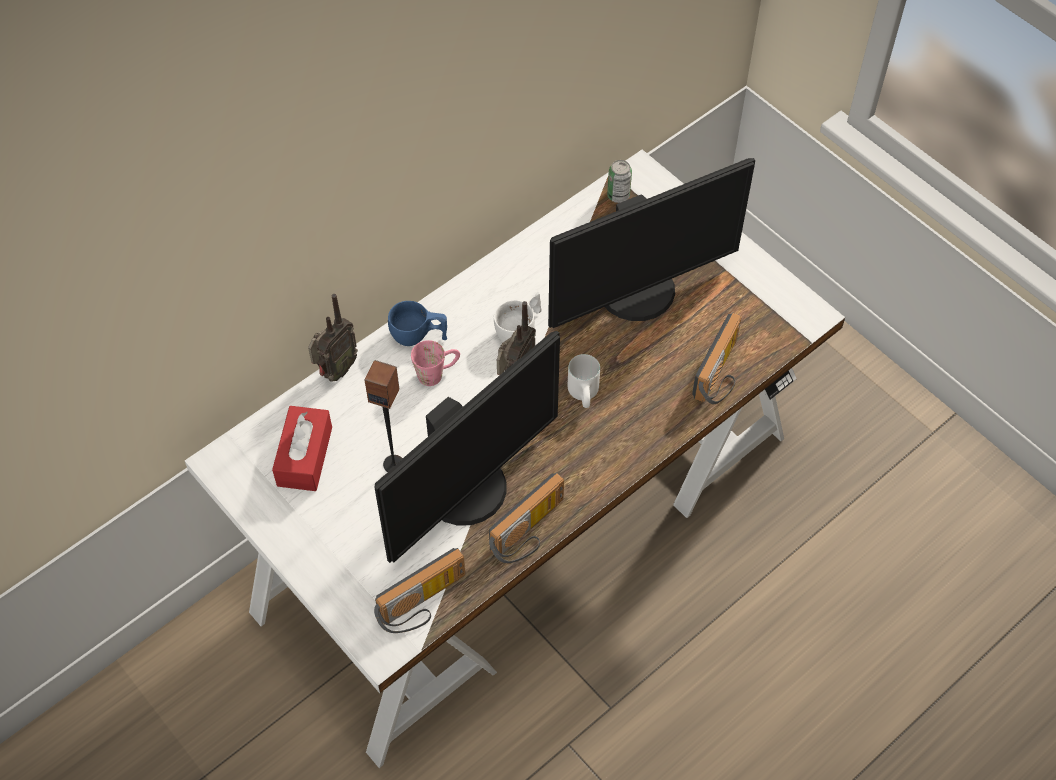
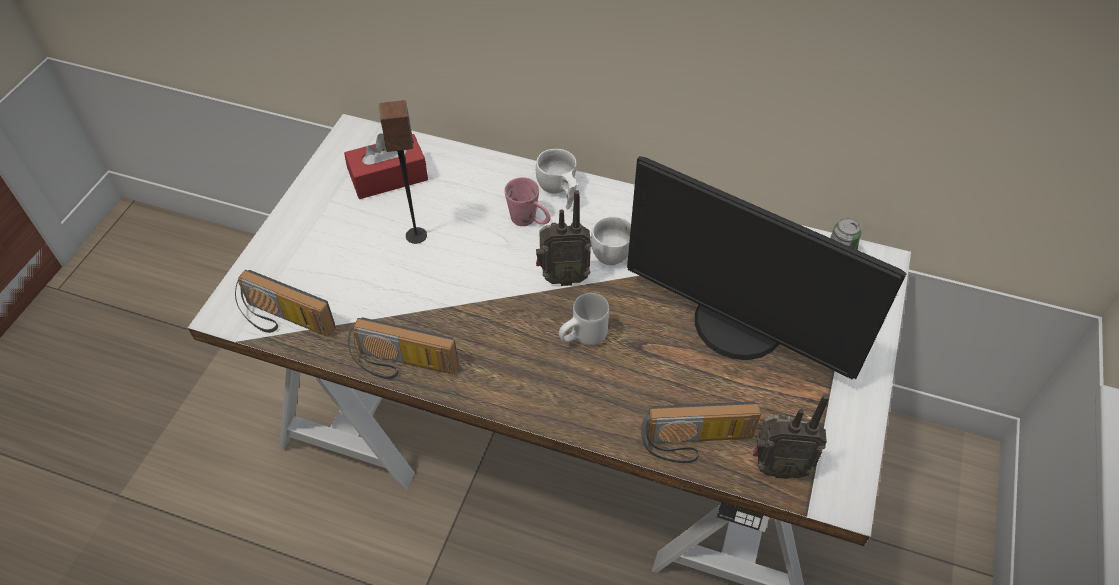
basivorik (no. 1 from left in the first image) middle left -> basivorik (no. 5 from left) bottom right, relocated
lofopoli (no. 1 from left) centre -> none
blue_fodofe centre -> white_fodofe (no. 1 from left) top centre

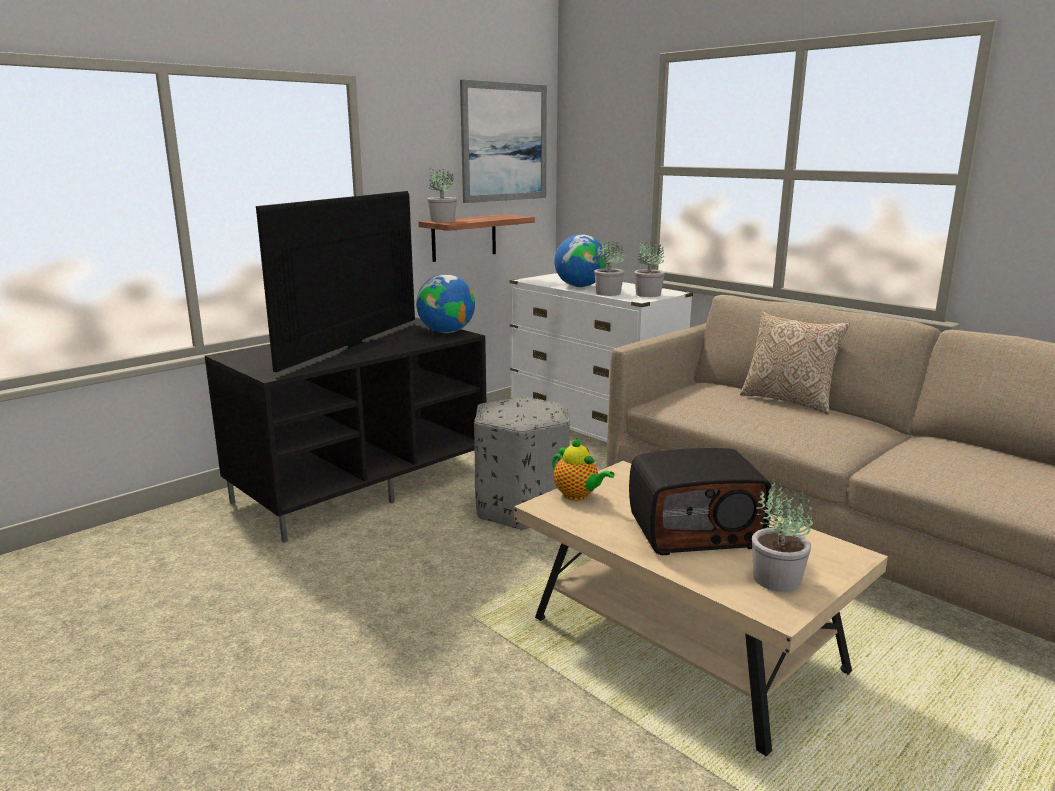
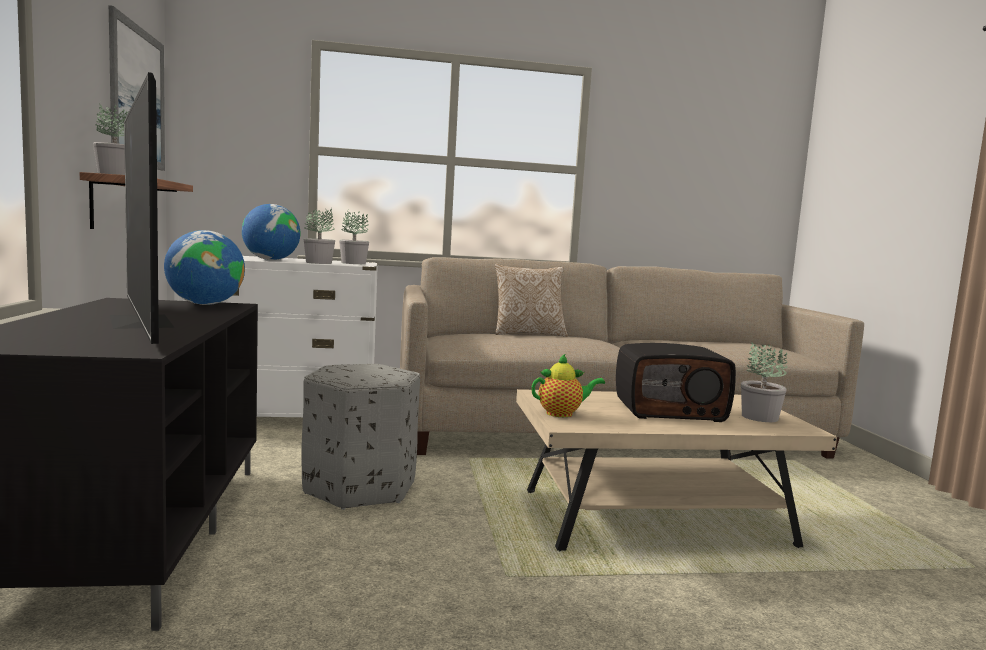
basivorik centre -> basivorik middle right, 60 degrees clockwise

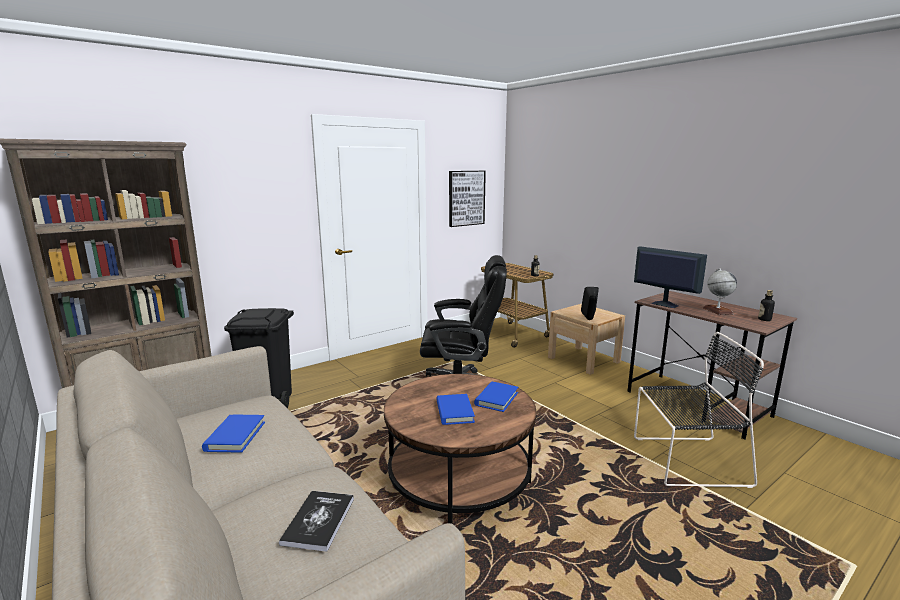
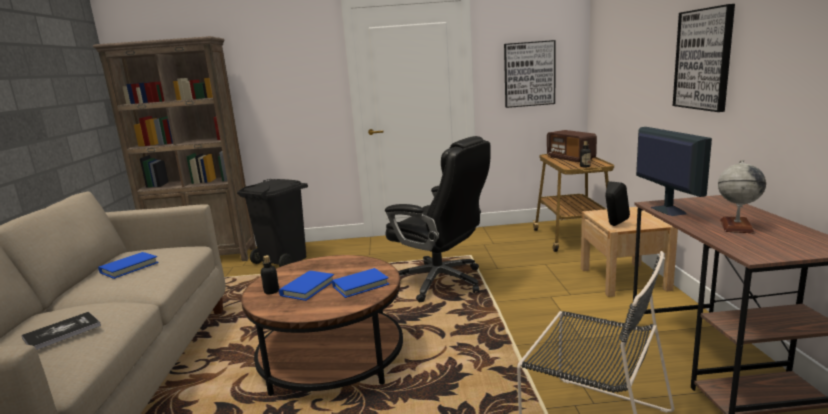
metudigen (no. 2 from left in the first image) middle right -> metudigen (no. 1 from left) middle left, relocated
none -> basivorik middle right
none -> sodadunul (no. 2 from left) top right

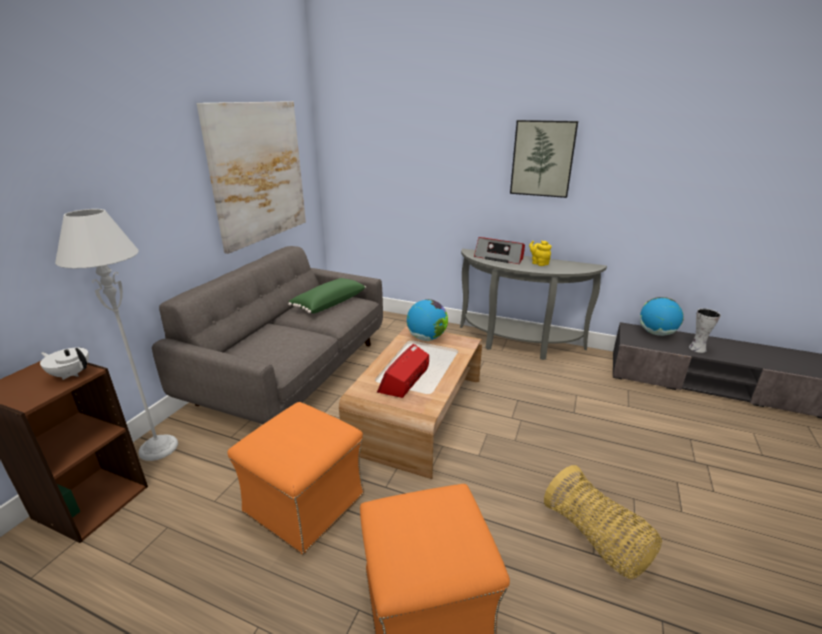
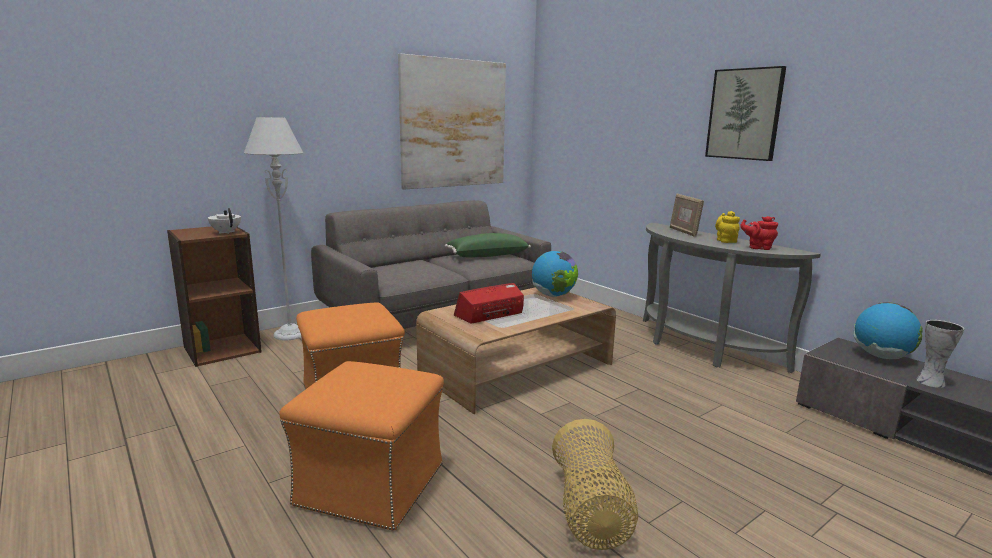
basivorik (no. 2 from left) centre -> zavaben middle right
none -> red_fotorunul middle right

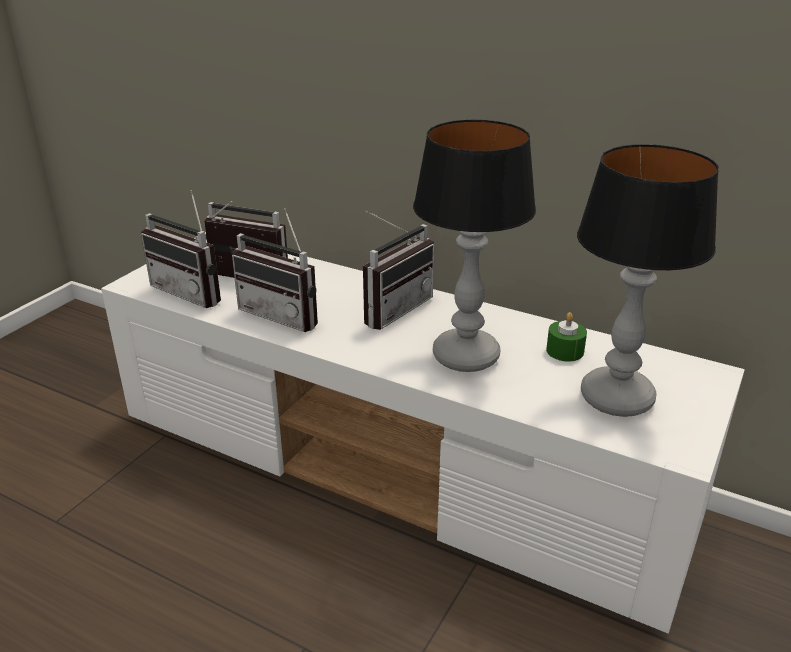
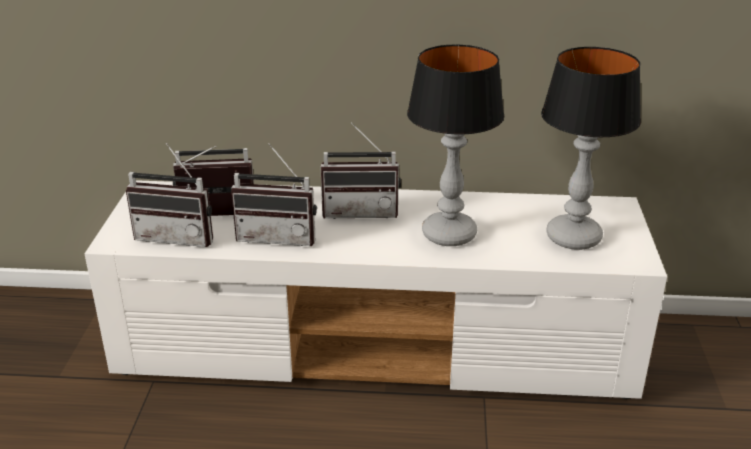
basivorik (no. 4 from left) centre, 75 degrees clockwise
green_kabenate middle right -> none

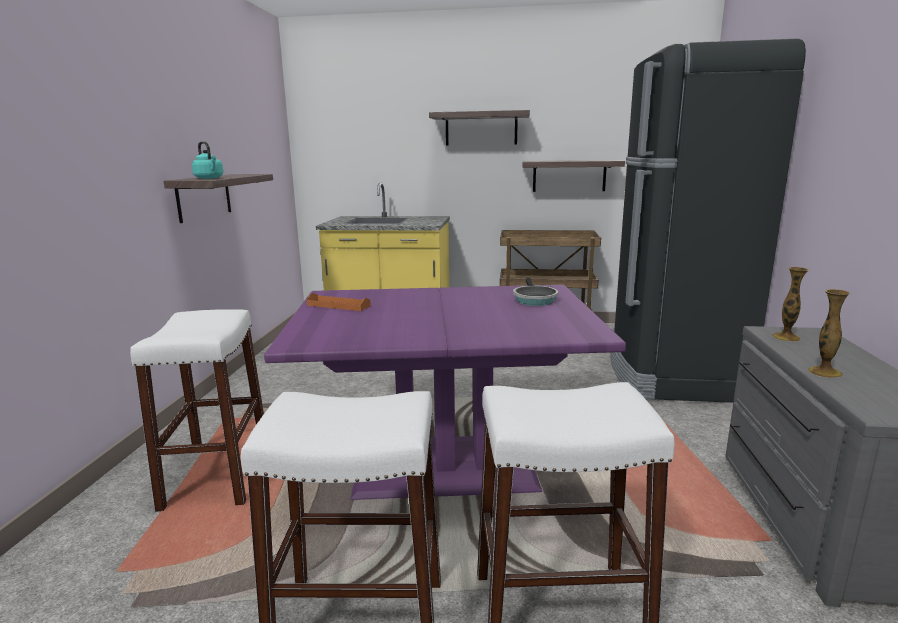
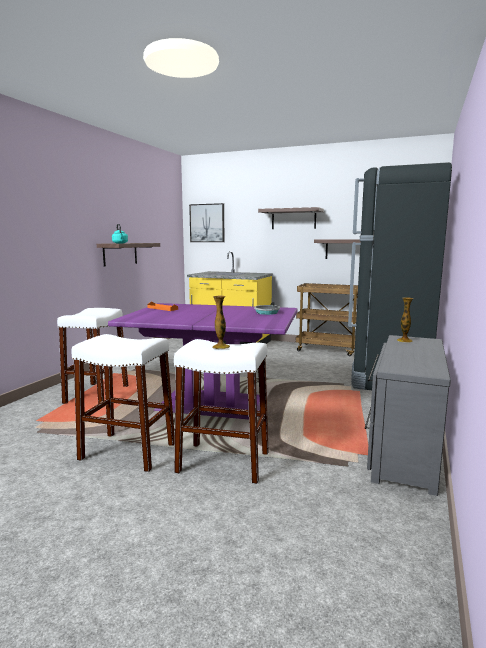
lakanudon (no. 2 from left in the first image) middle right -> lakanudon (no. 1 from left) centre, relocated
none -> sodadunul centre

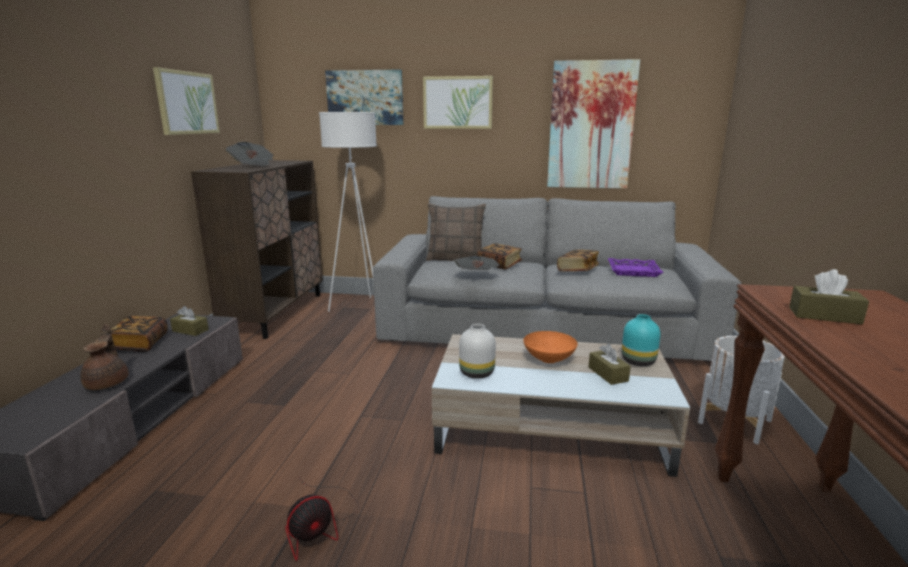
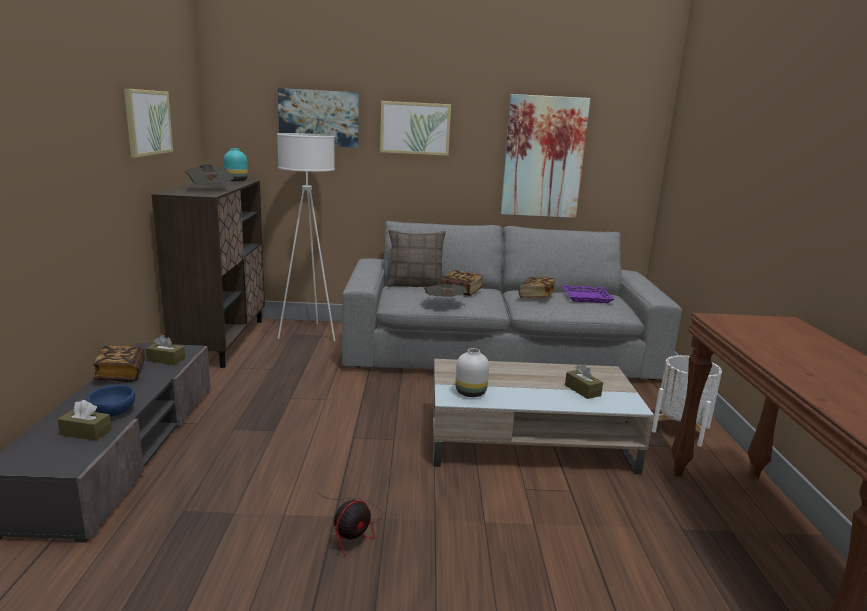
brown_fotorunul middle left -> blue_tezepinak middle left
orange_tezepinak centre -> none
turquoise_lakanudon middle right -> turquoise_lakanudon top left, relocated
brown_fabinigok (no. 3 from left in the first image) middle right -> brown_fabinigok (no. 1 from left) bottom left, relocated

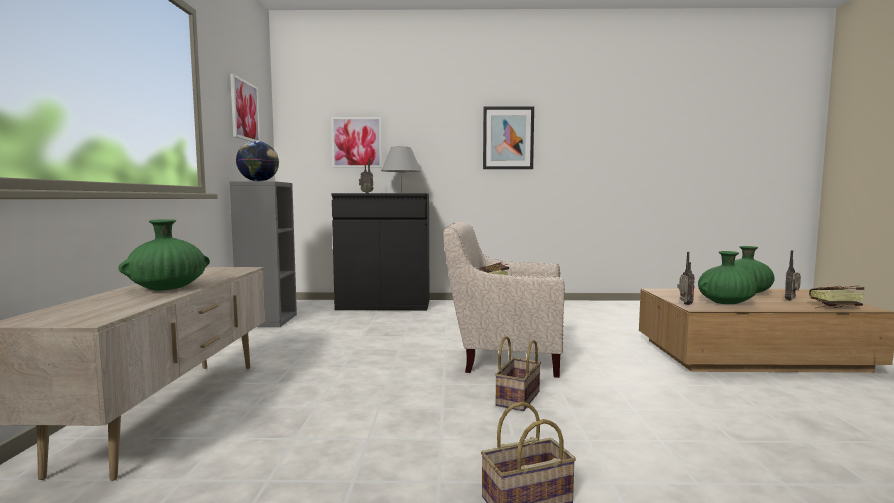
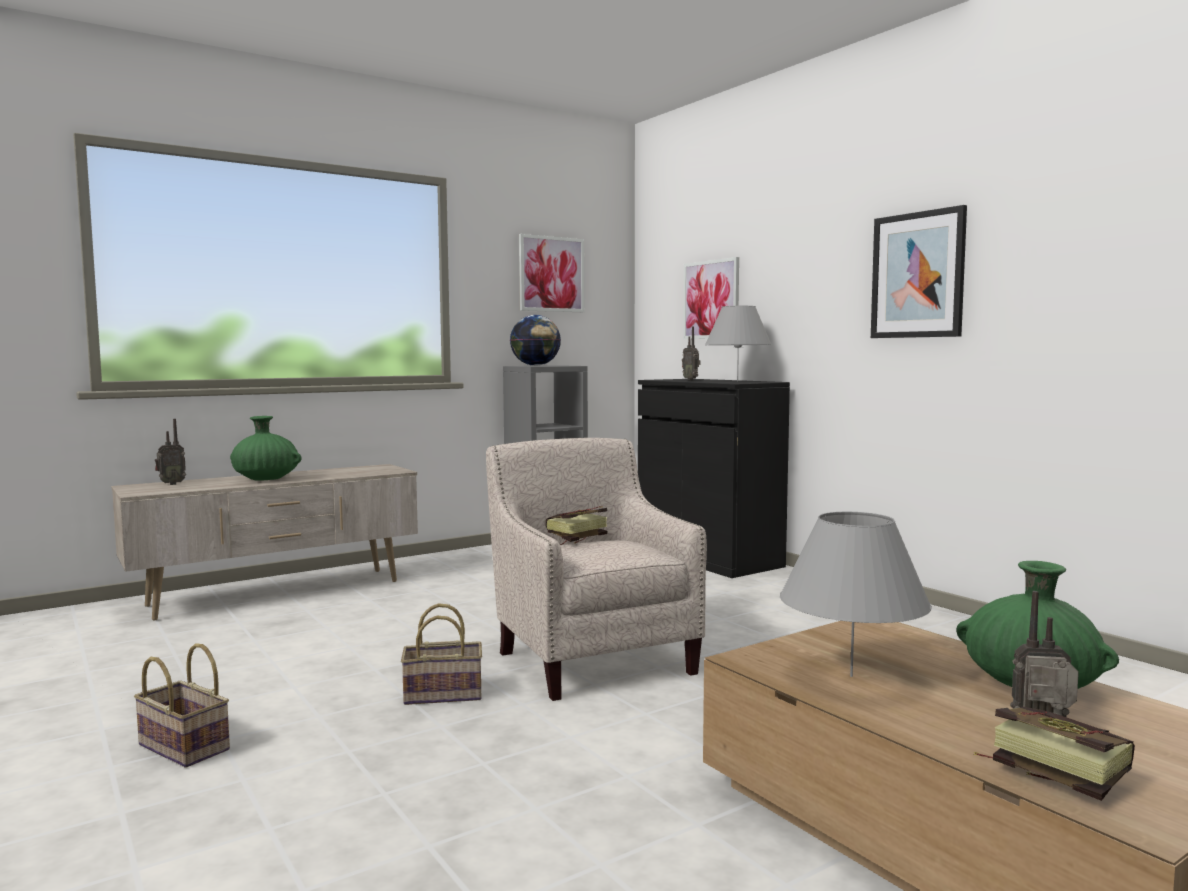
basivorik (no. 2 from left in the first image) middle right -> basivorik (no. 1 from left) middle left, relocated
green_lakanudon (no. 2 from left) middle right -> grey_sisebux (no. 2 from left) bottom right

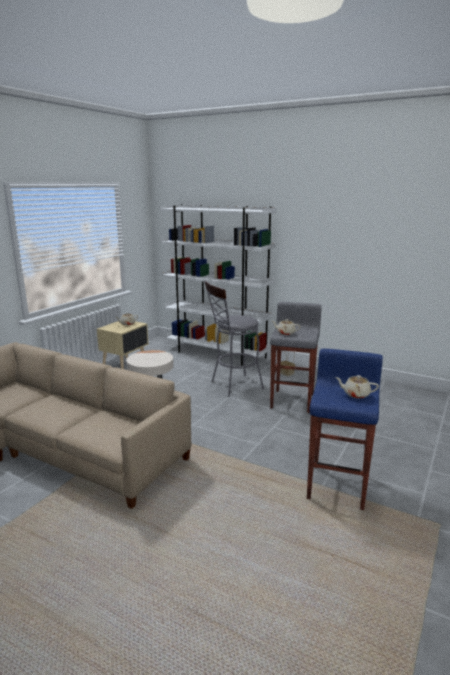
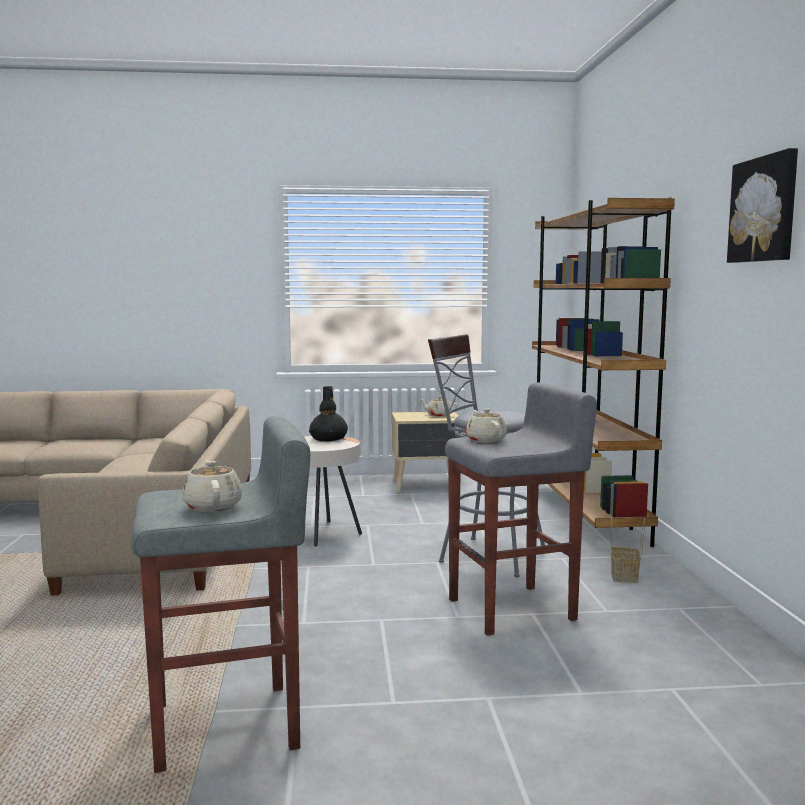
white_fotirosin centre -> brown_fotirosin middle right
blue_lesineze middle right -> grey_lesineze (no. 1 from left) bottom left
none -> black_lakanudon centre
none -> sodadunul top right

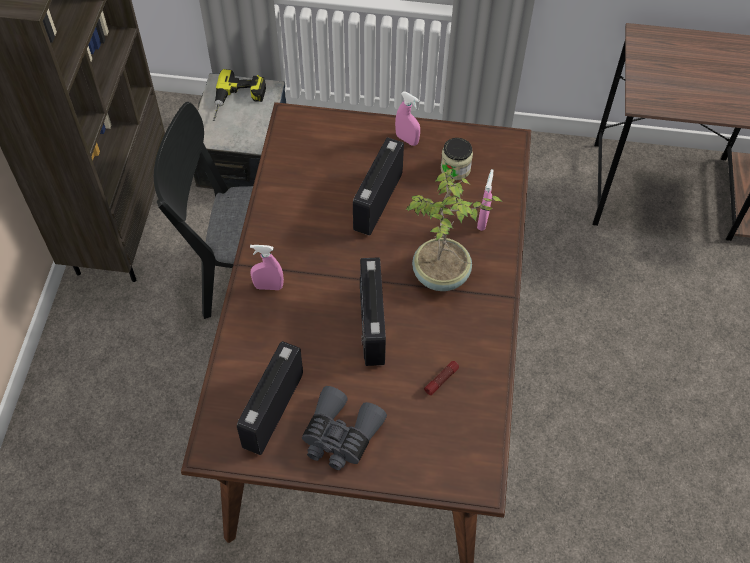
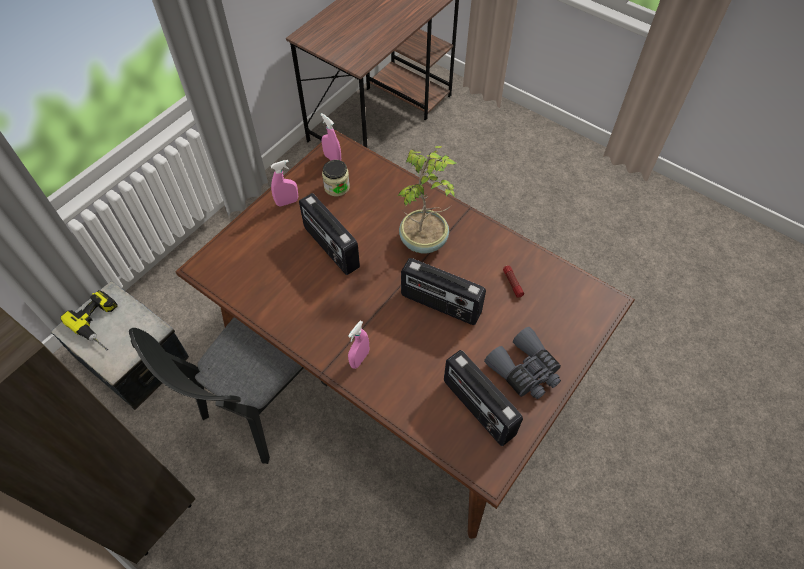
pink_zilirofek (no. 3 from left in the first image) centre -> pink_zilirofek (no. 2 from left) top centre, relocated

